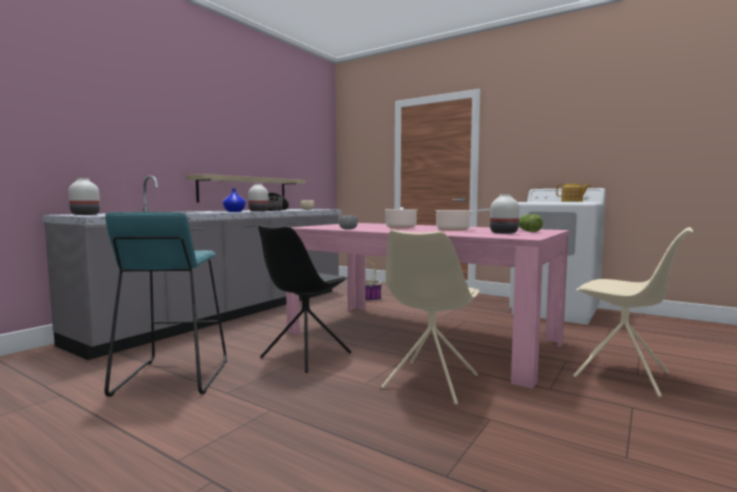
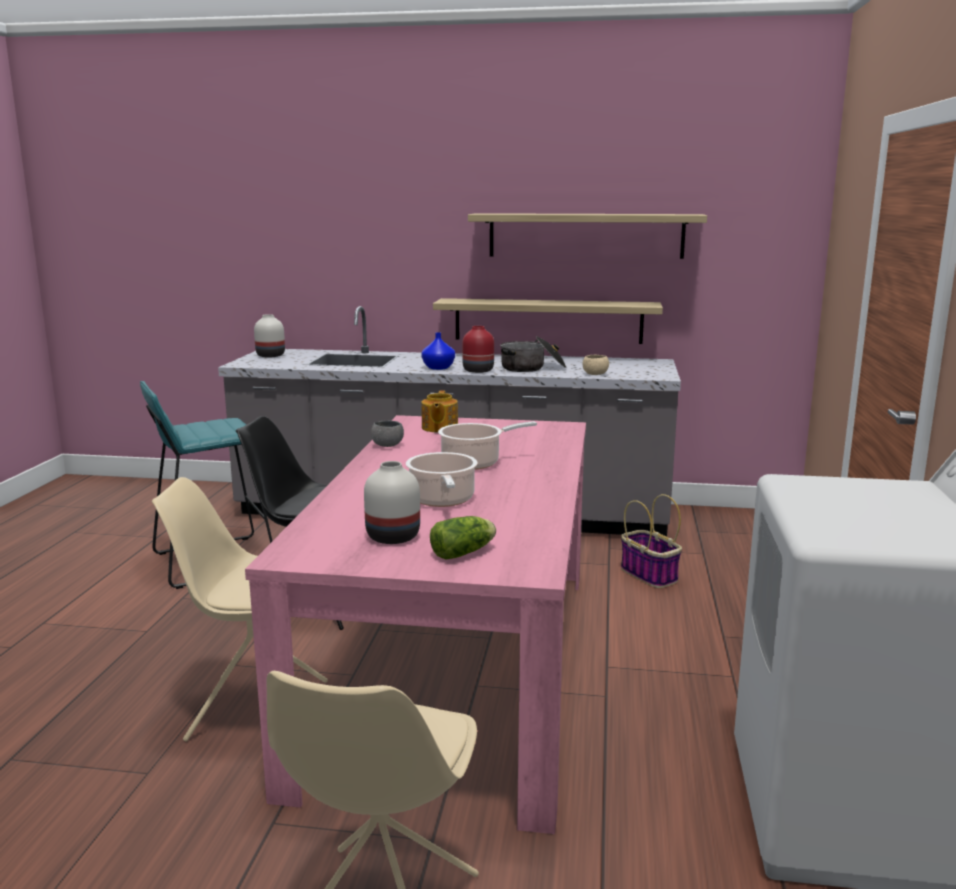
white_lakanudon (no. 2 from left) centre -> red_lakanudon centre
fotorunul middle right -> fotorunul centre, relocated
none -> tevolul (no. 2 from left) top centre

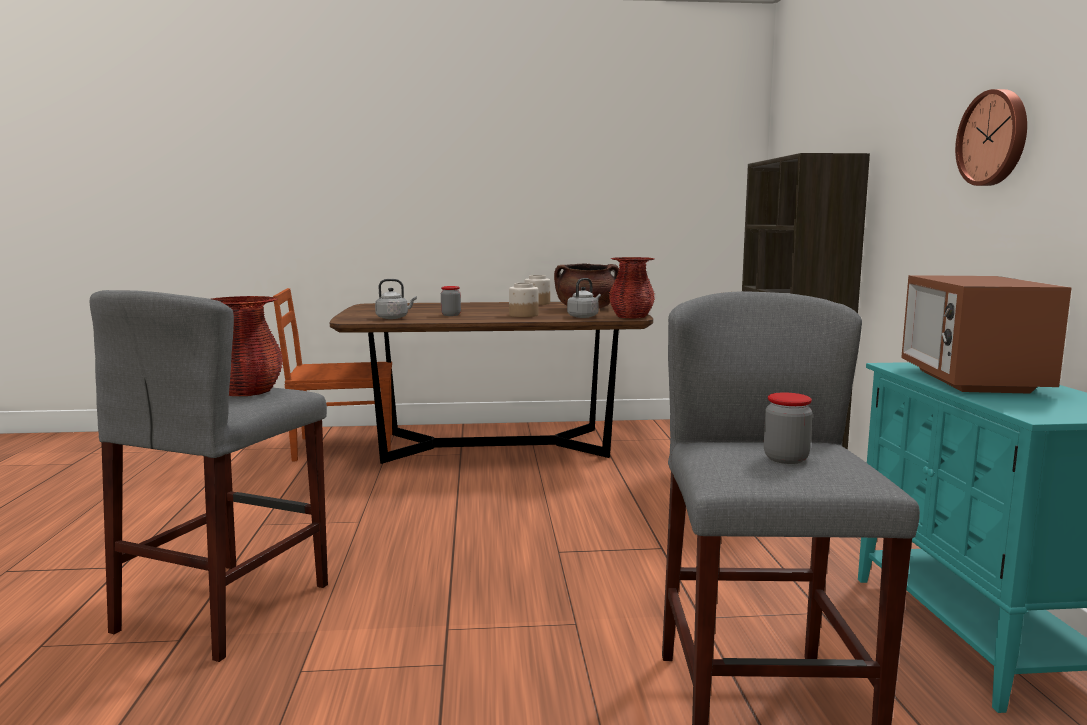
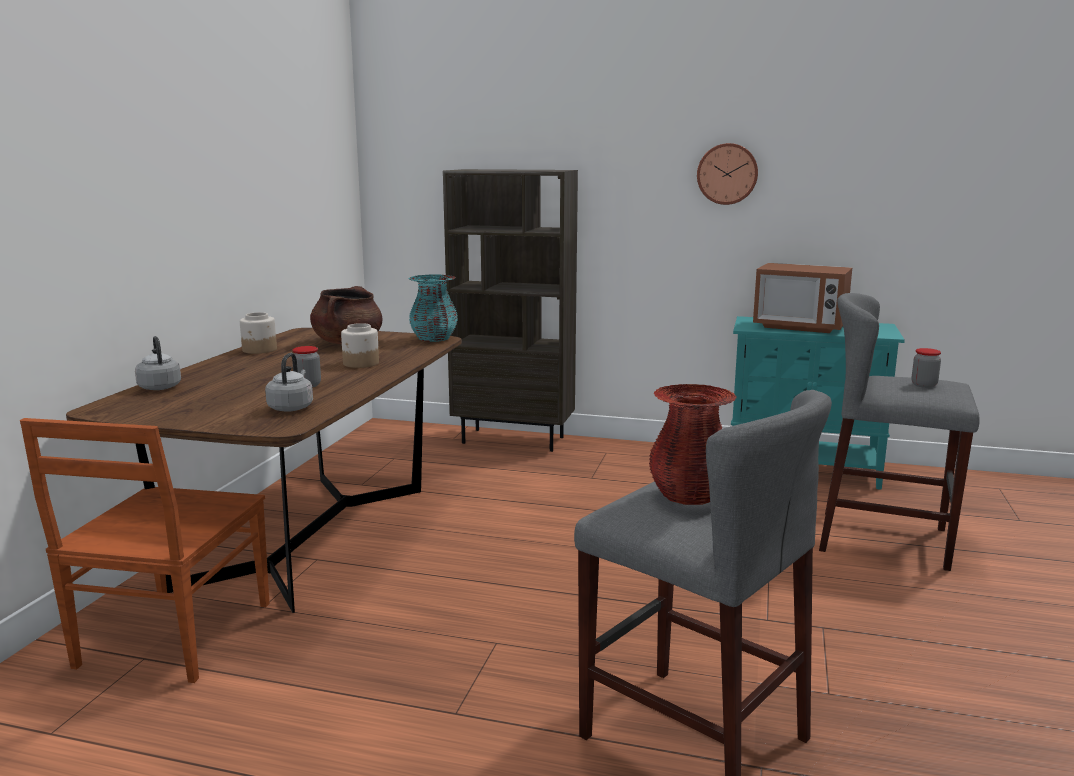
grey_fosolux (no. 2 from left in the first image) centre -> grey_fosolux (no. 1 from left) middle left, relocated
red_lakanudon (no. 2 from left) centre -> turquoise_lakanudon centre

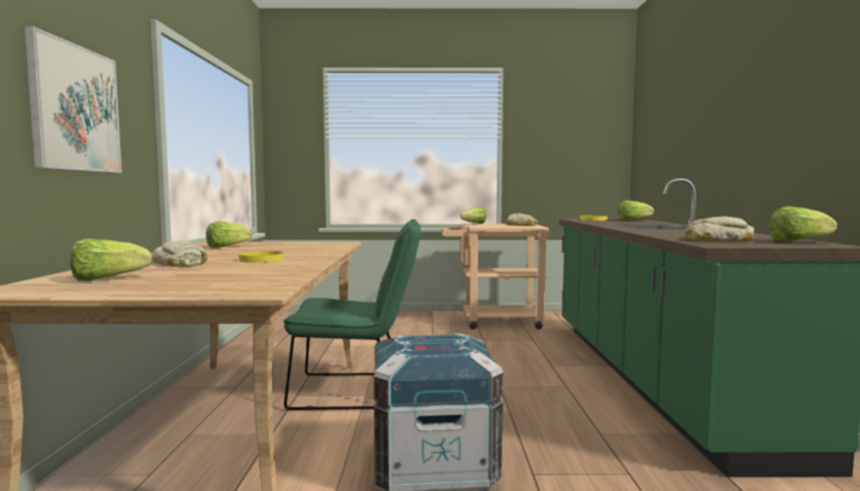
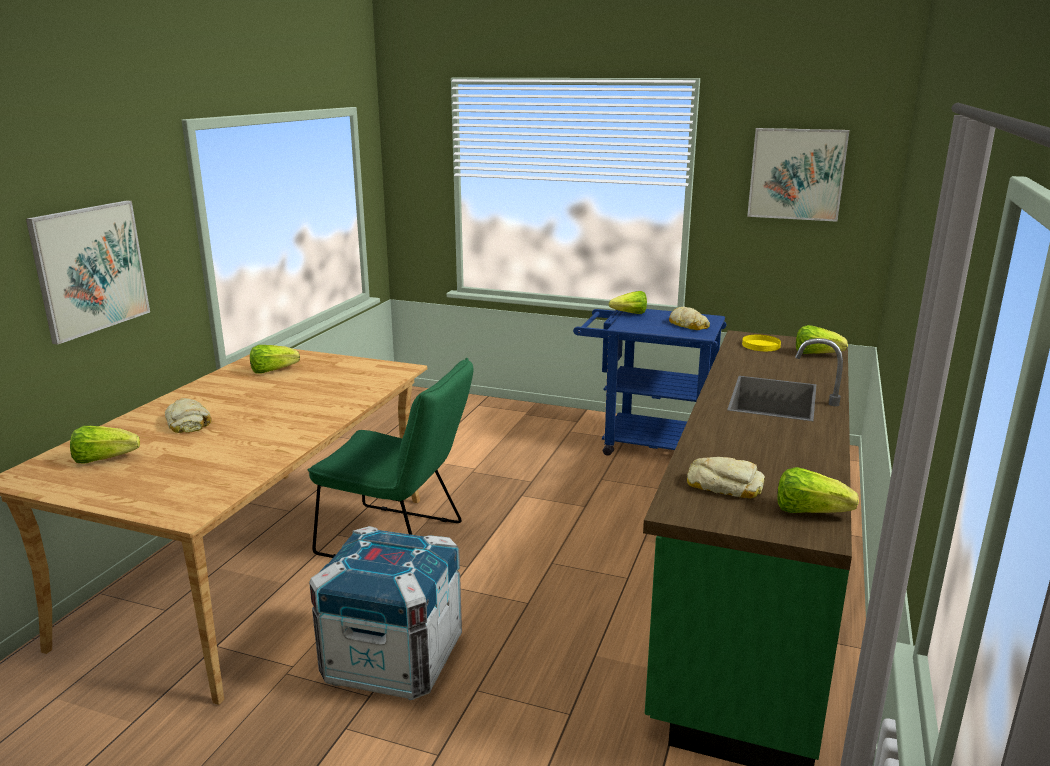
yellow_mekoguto (no. 1 from left) middle left -> none
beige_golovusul centre -> blue_golovusul centre
none -> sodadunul (no. 2 from left) top right

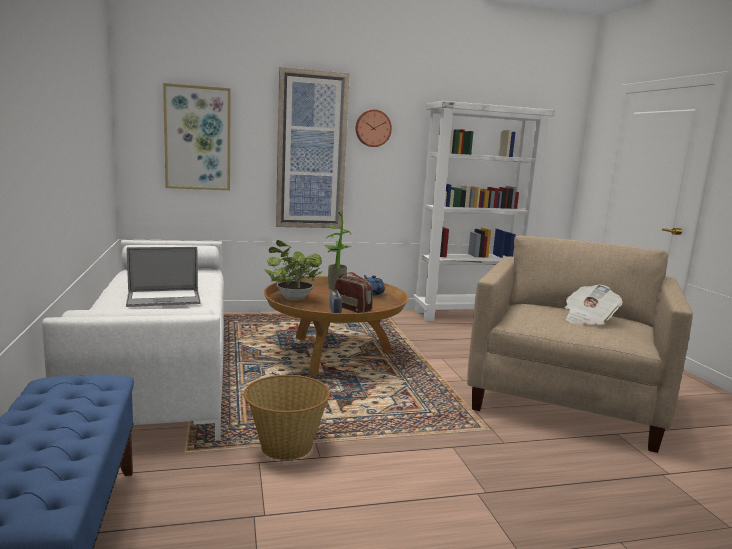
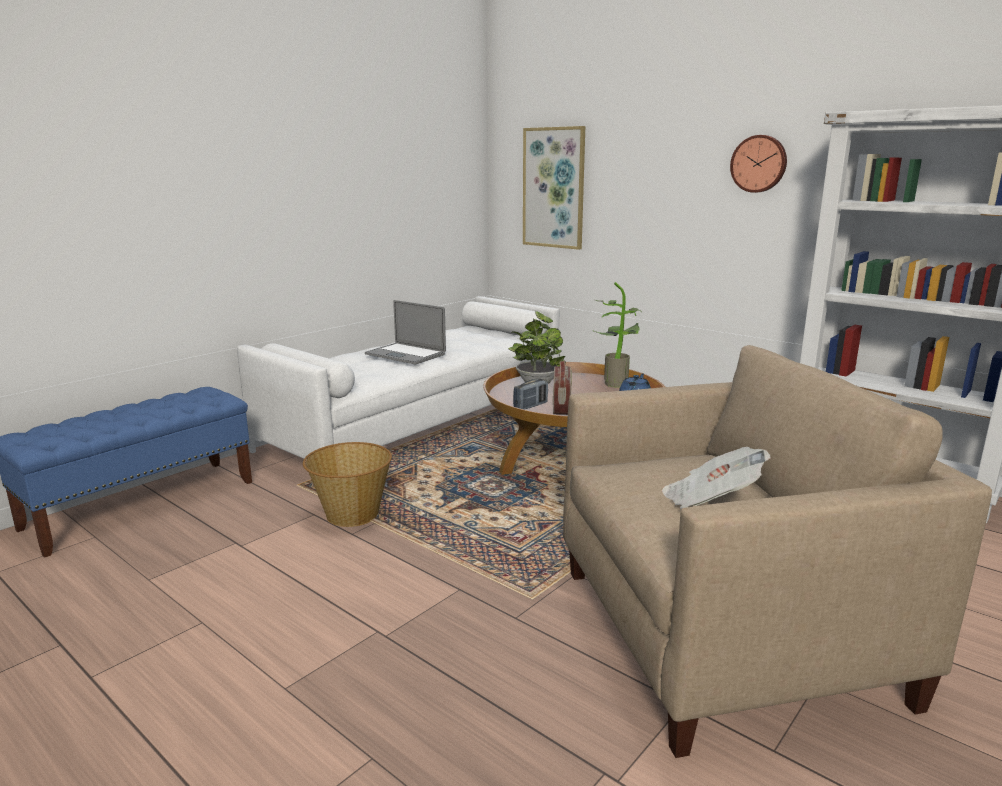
sodadunul (no. 2 from left) top centre -> none

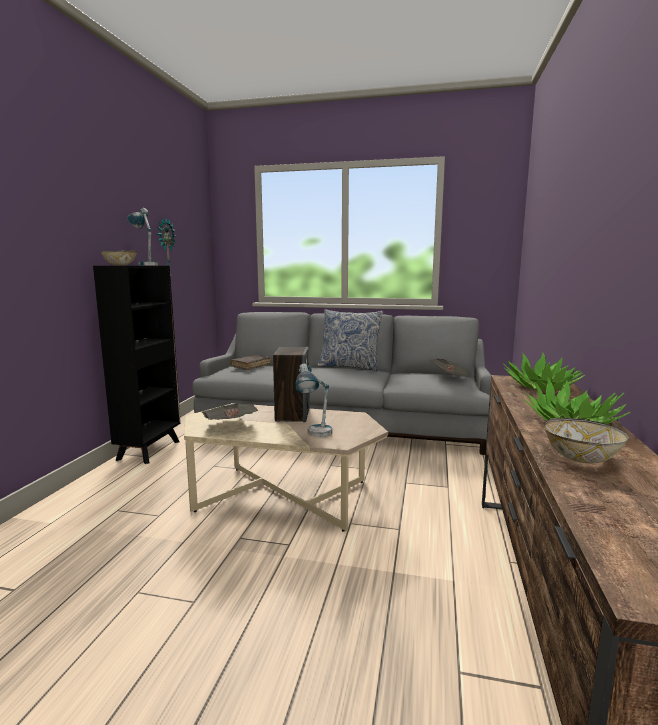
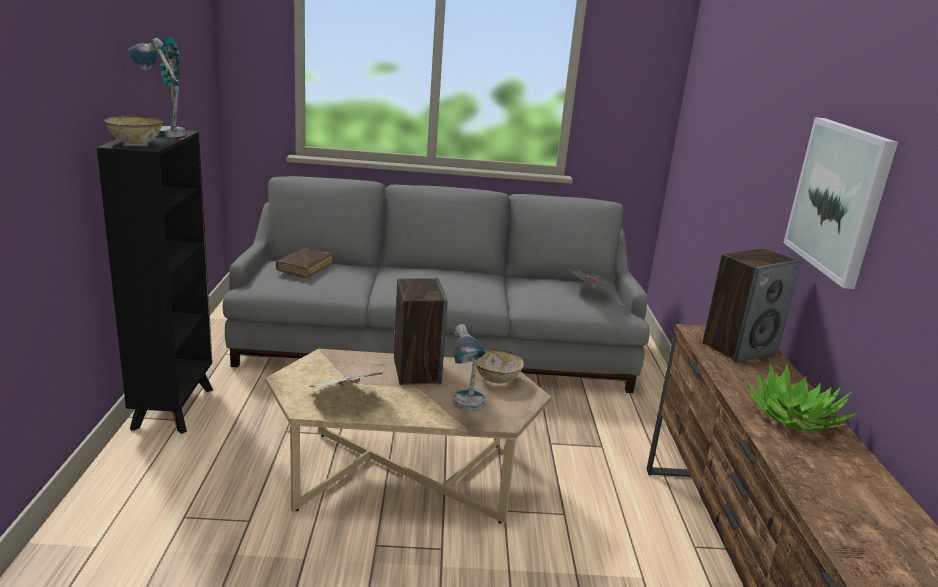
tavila centre -> none
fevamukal (no. 1 from left) middle right -> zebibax (no. 2 from left) middle right
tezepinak (no. 2 from left) middle right -> tezepinak (no. 2 from left) centre, relocated
none -> sodadunul middle right

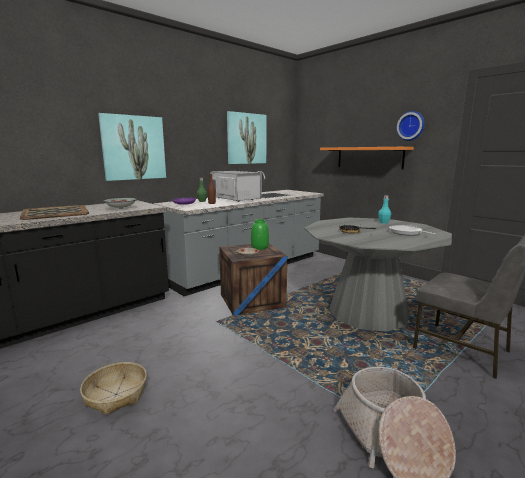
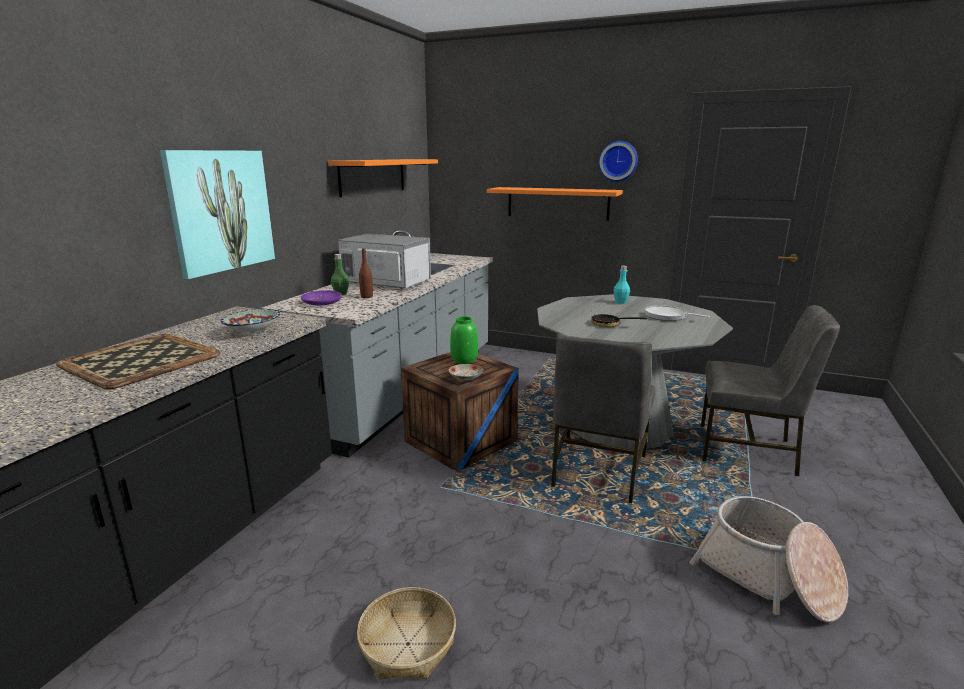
sodadunul (no. 2 from left) top centre -> orange_tevolul (no. 1 from left) top centre
none -> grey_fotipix (no. 1 from left) centre

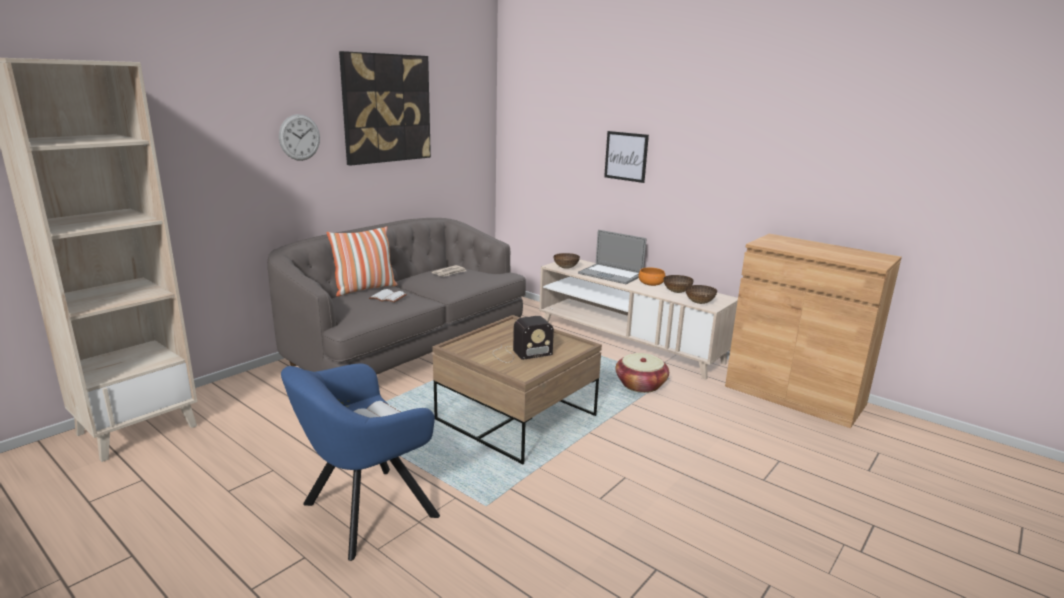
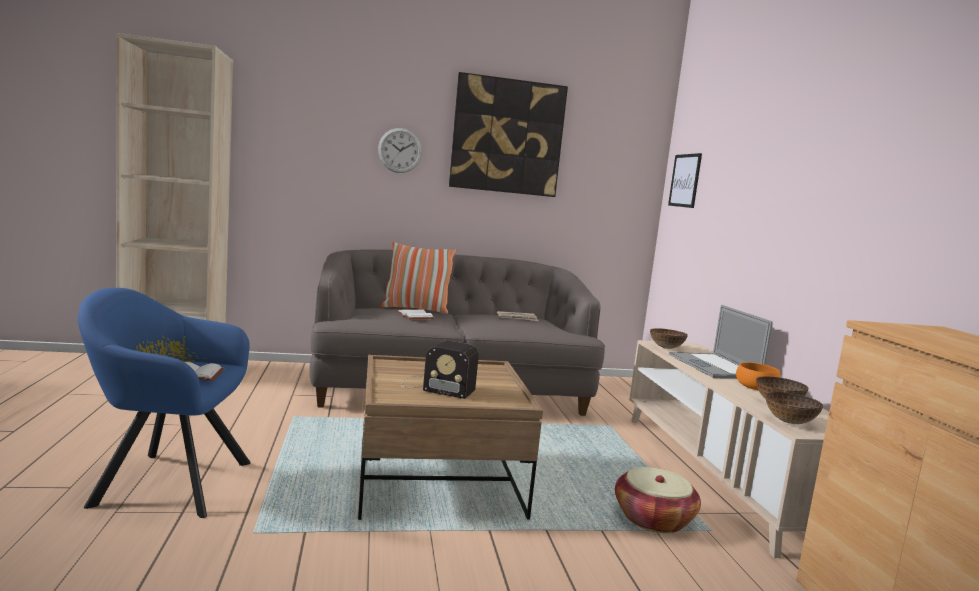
sodadunul (no. 2 from left) top centre -> sodadunul (no. 2 from left) top right, relocated

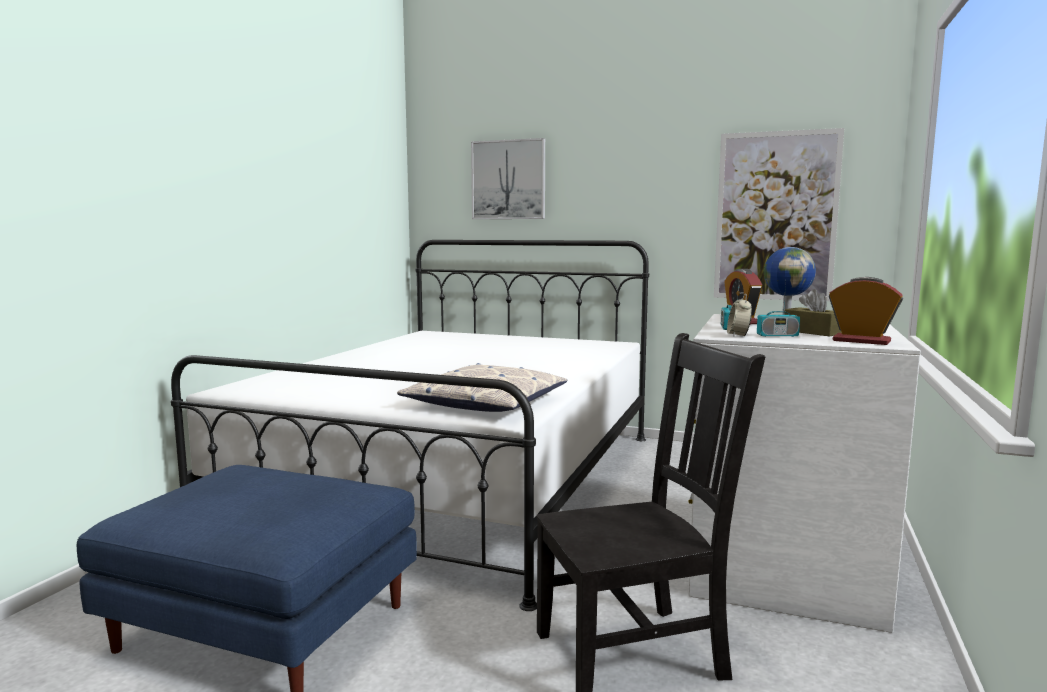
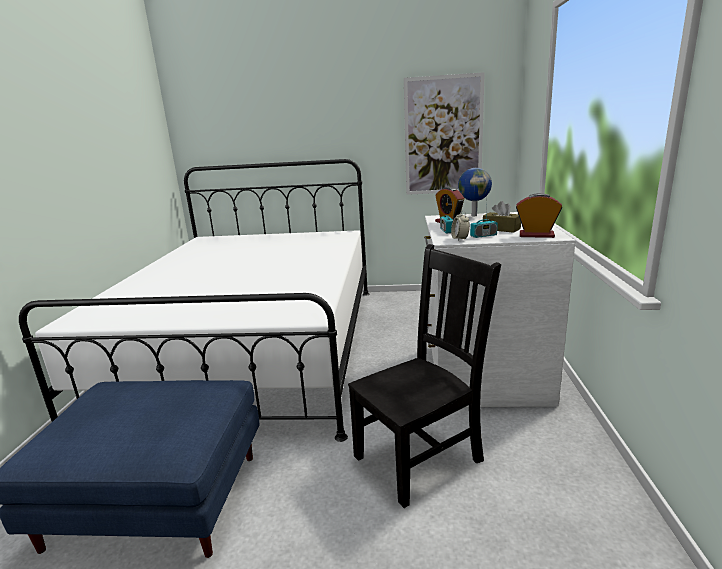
tavila centre -> none
sodadunul (no. 1 from left) top centre -> none

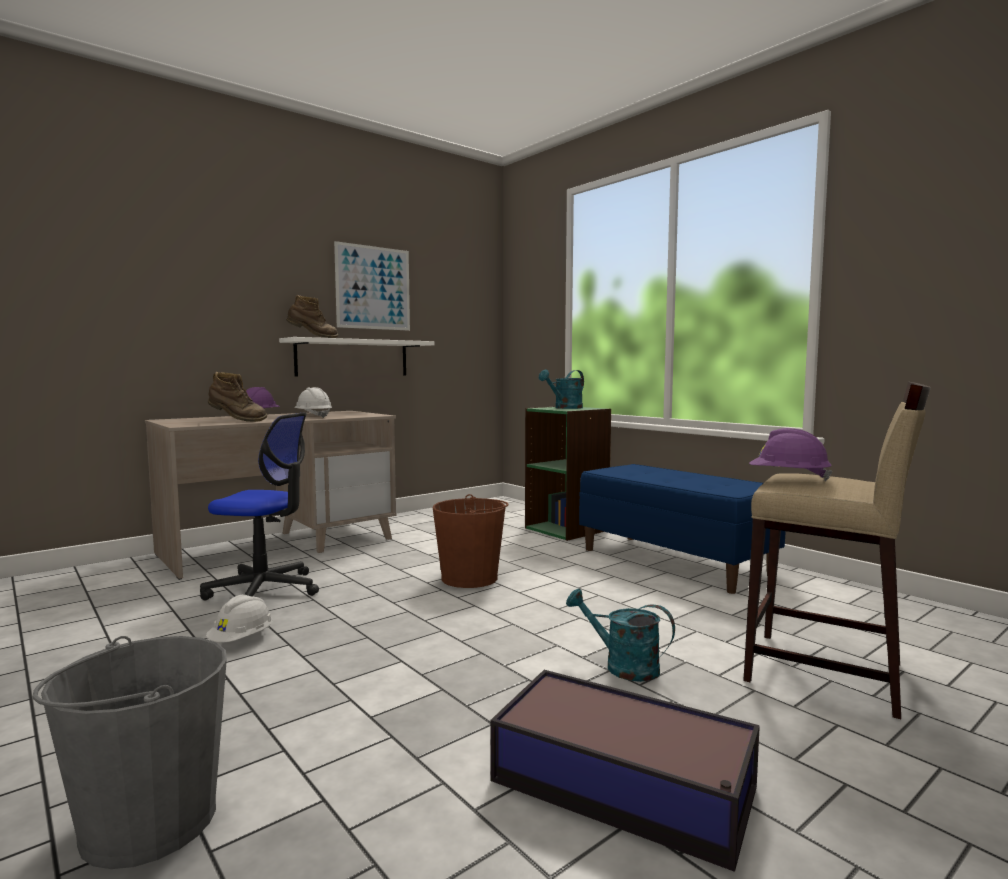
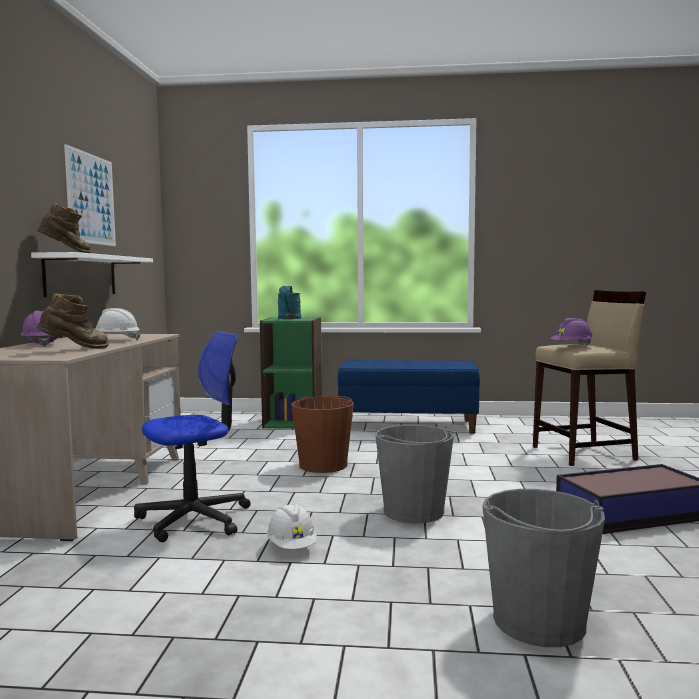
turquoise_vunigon (no. 2 from left) bottom centre -> none
none -> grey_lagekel (no. 1 from left) bottom centre

